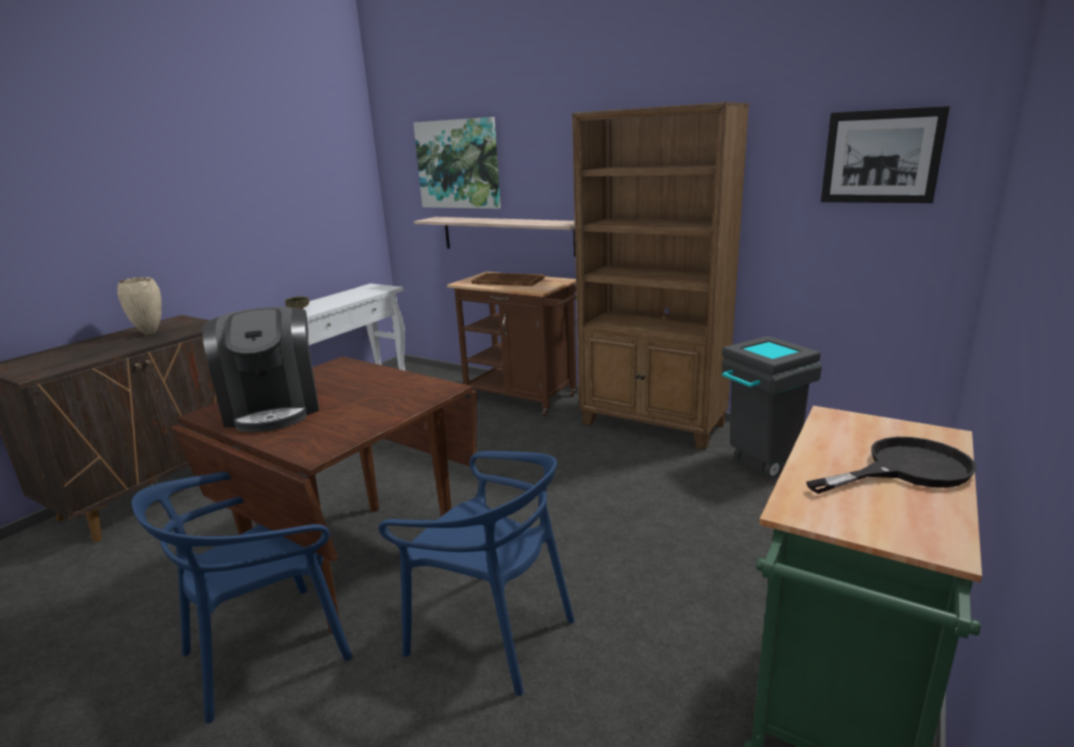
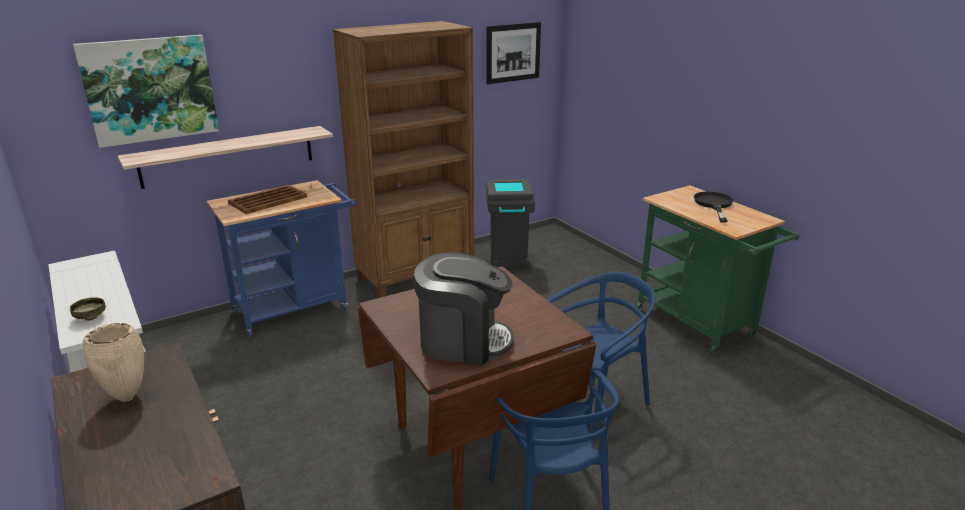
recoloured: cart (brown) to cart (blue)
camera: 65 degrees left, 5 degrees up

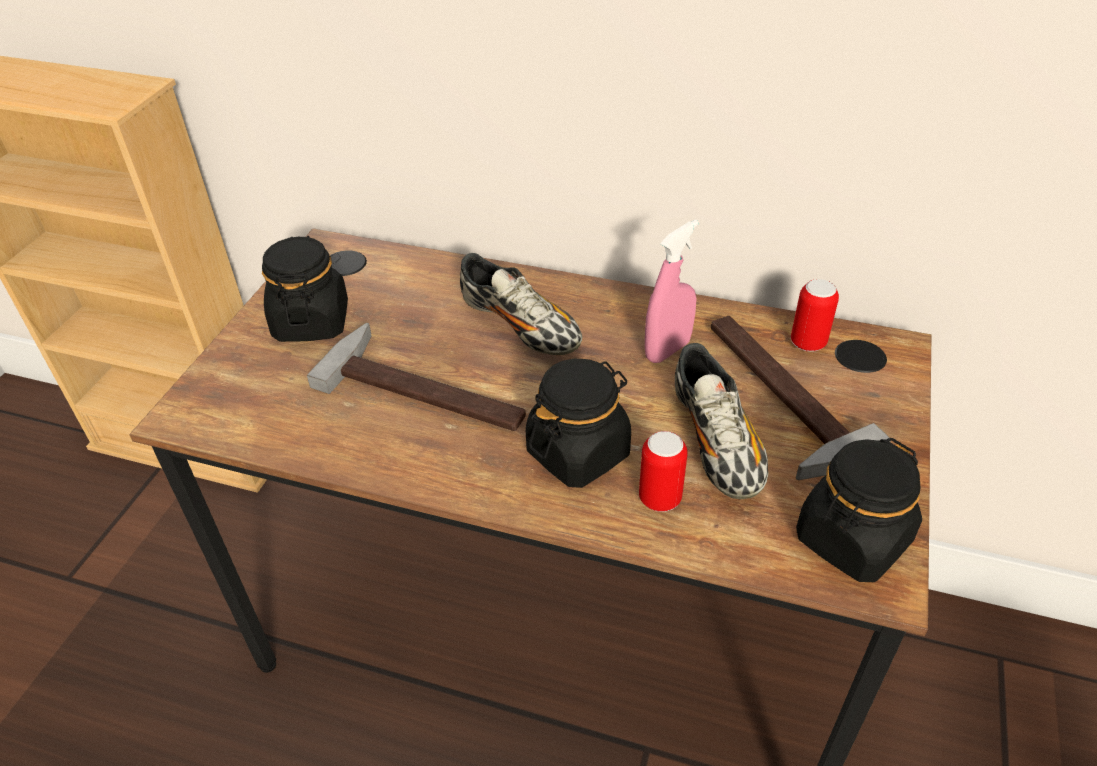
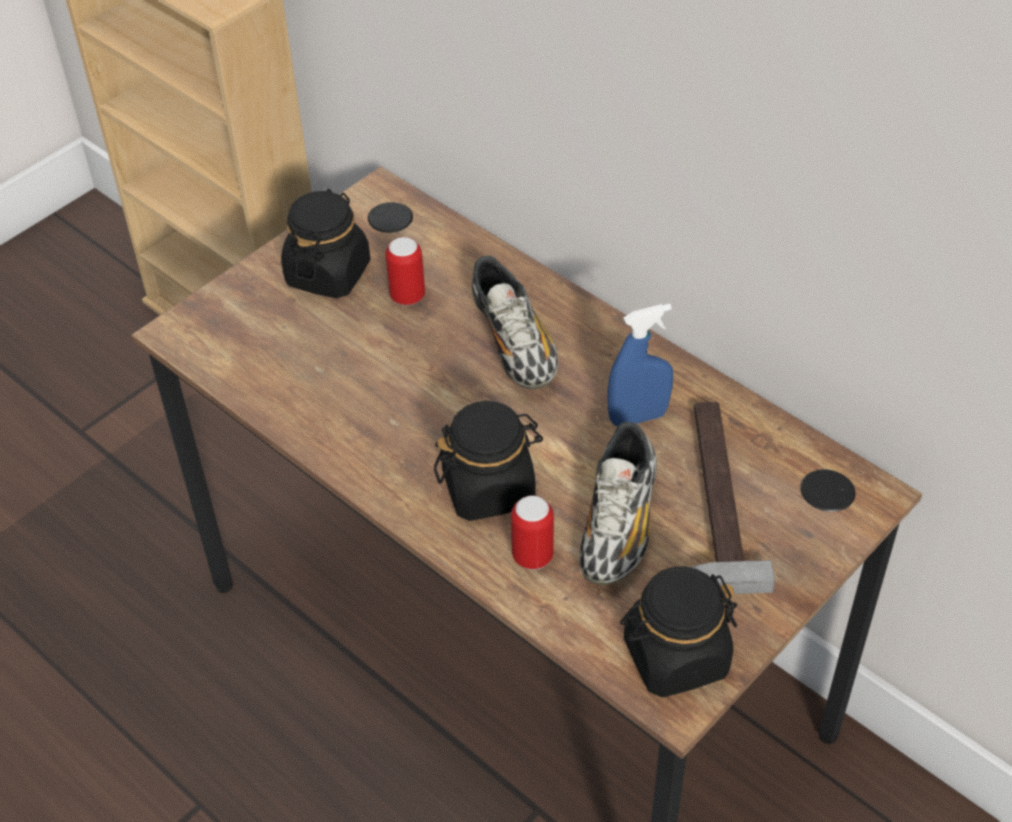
removed: hammer (1st from left)
moved: can (2nd from left in the first image) to can (1st from left)
recoloured: spray bottle (pink) to spray bottle (blue)
camera: 25 degrees right, 5 degrees up

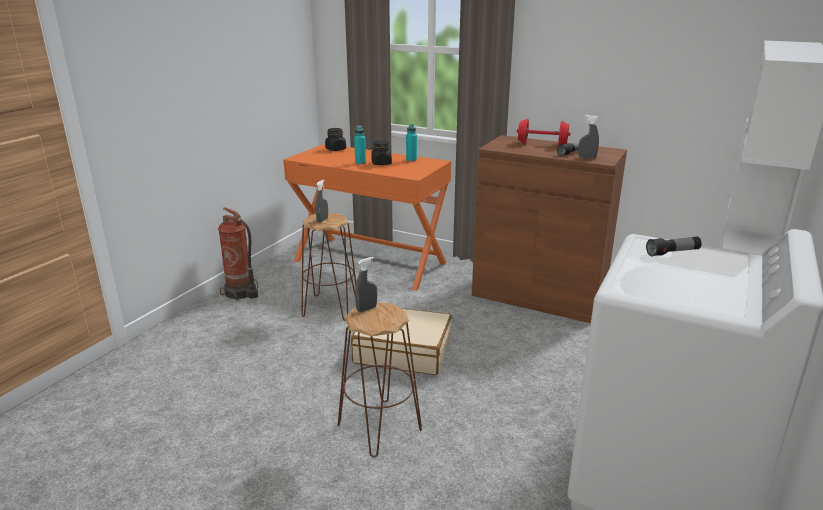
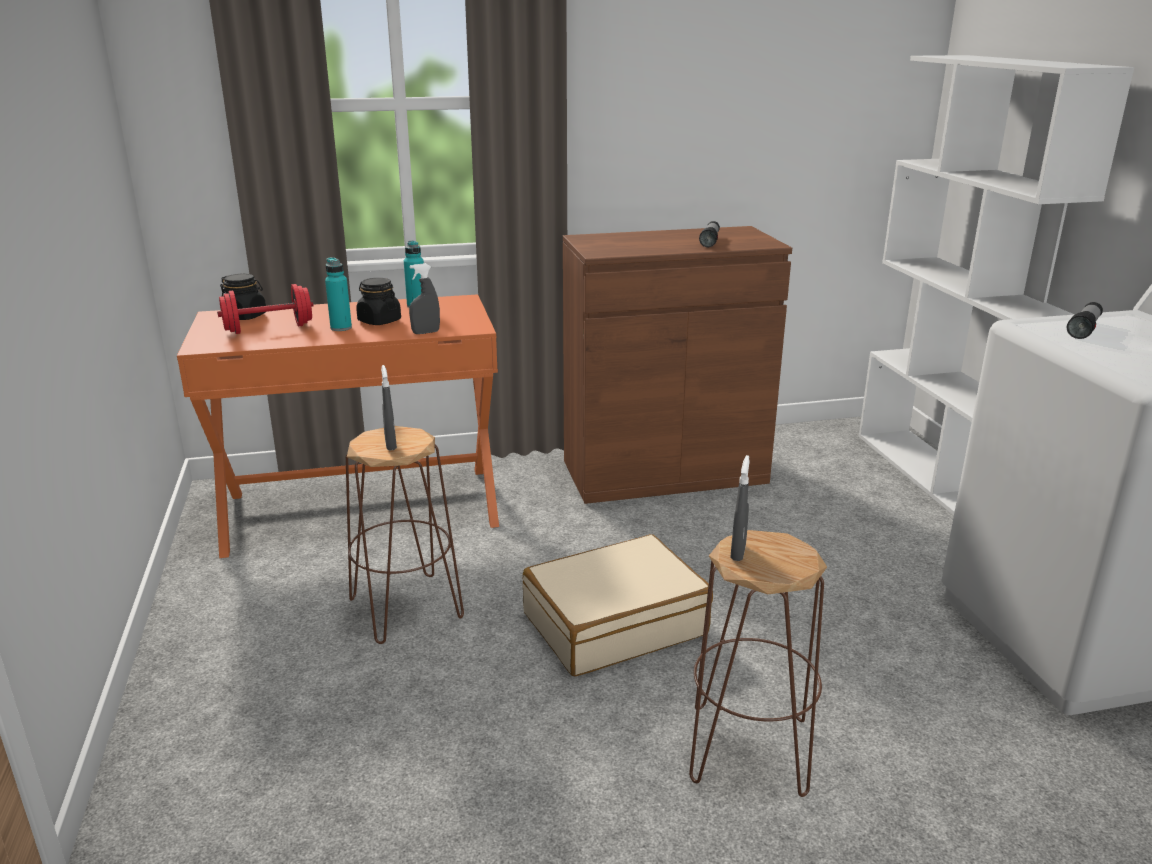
removed: fire extinguisher
moved: dumbbell (red); spray bottle (grey) (3rd from left in the first image) to spray bottle (grey) (2nd from left)
camera: 40 degrees left, 0 degrees up

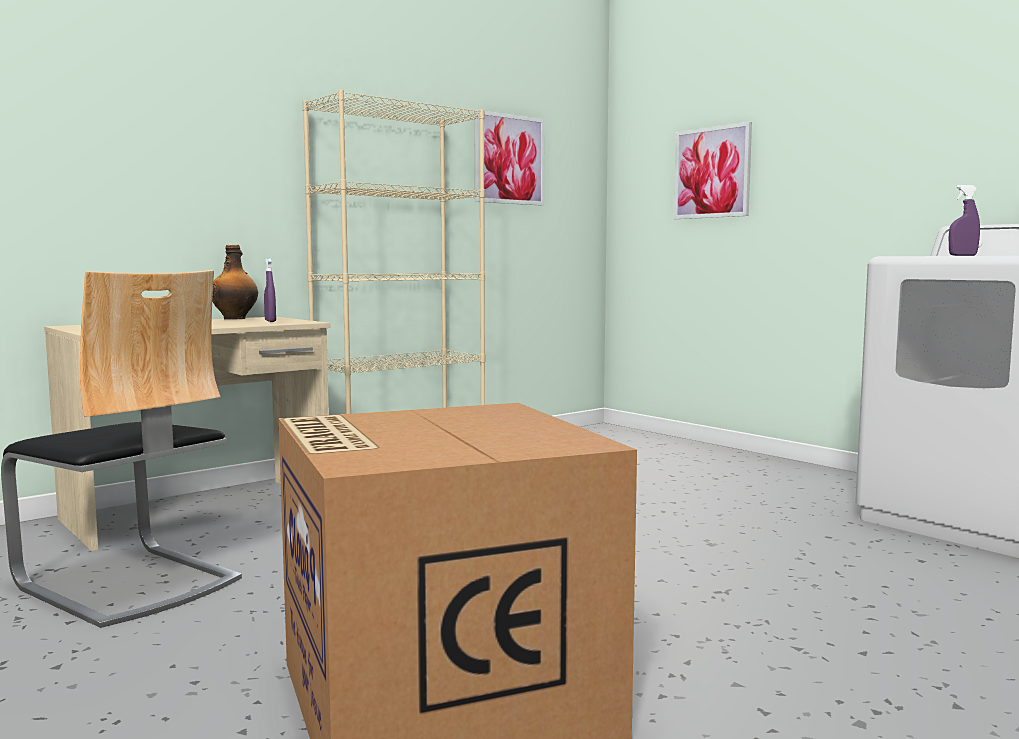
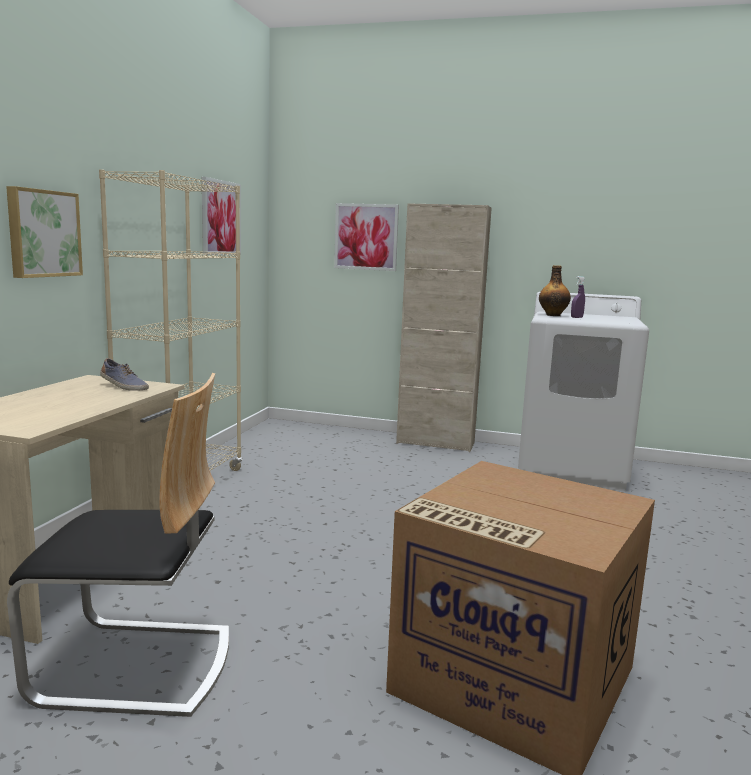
added: picture (1st from left); cabinet (beige)
moved: bottle
replaced: spray bottle (purple) (1st from left) to shoe
camera: 35 degrees left, 5 degrees up

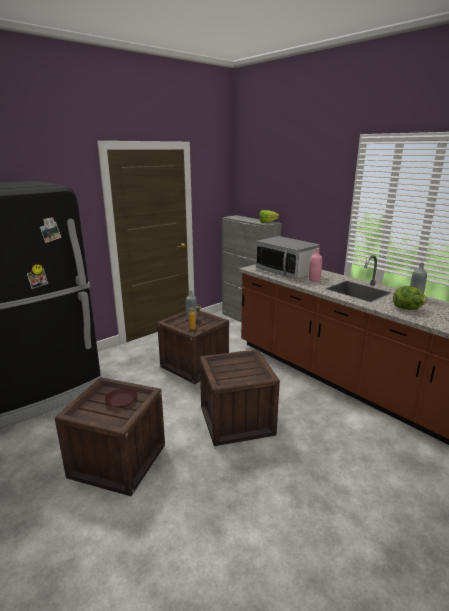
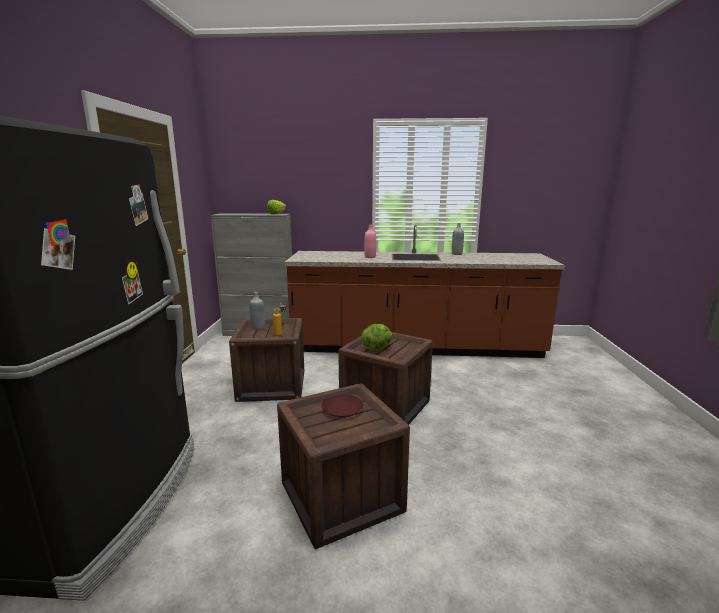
removed: microwave
moved: lettuce (2nd from left)
camera: 45 degrees left, 5 degrees down

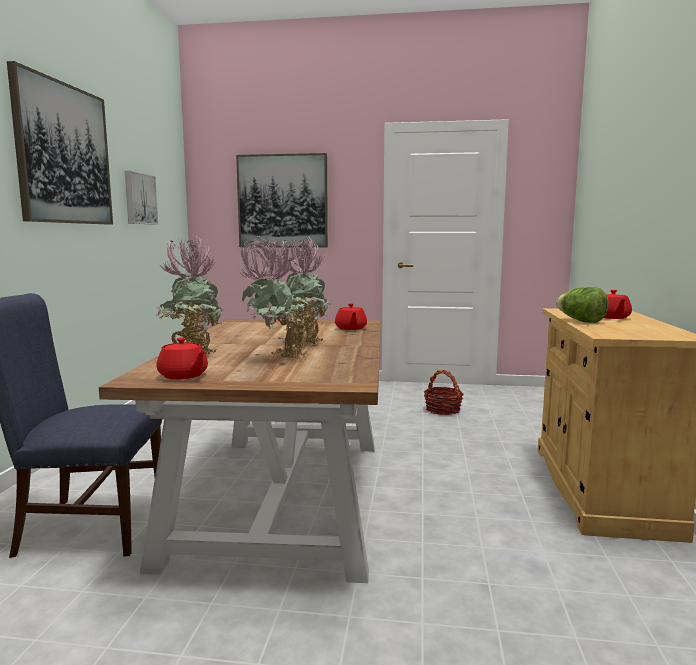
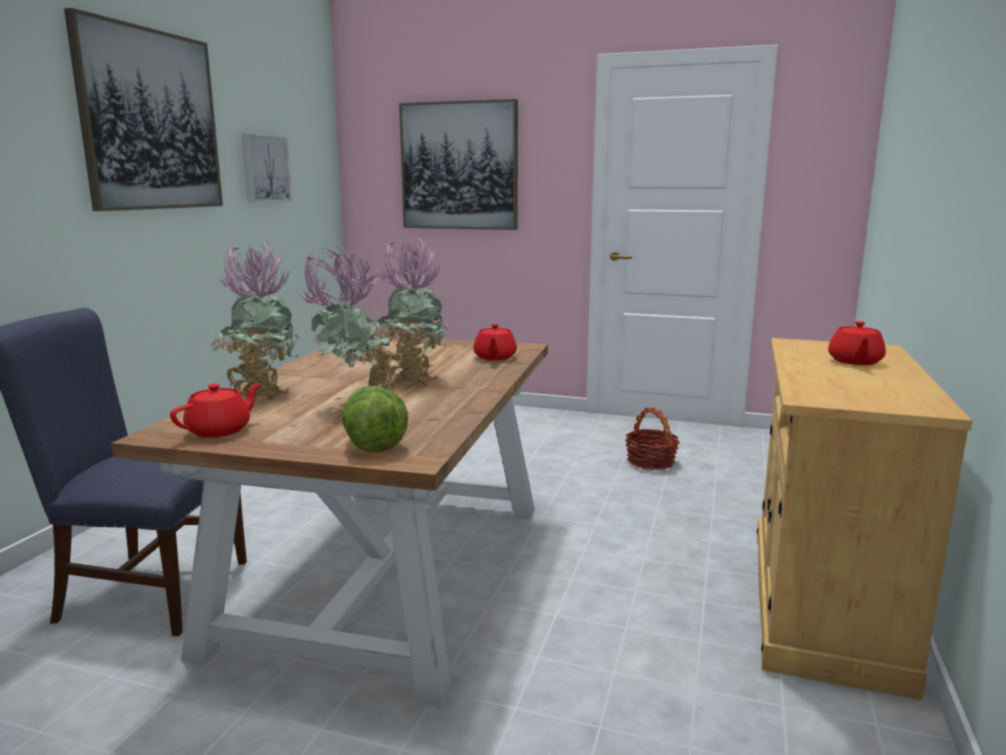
moved: lettuce
turned: teapot (red) (1st from left) 105 degrees counterclockwise
camera: 10 degrees right, 5 degrees up

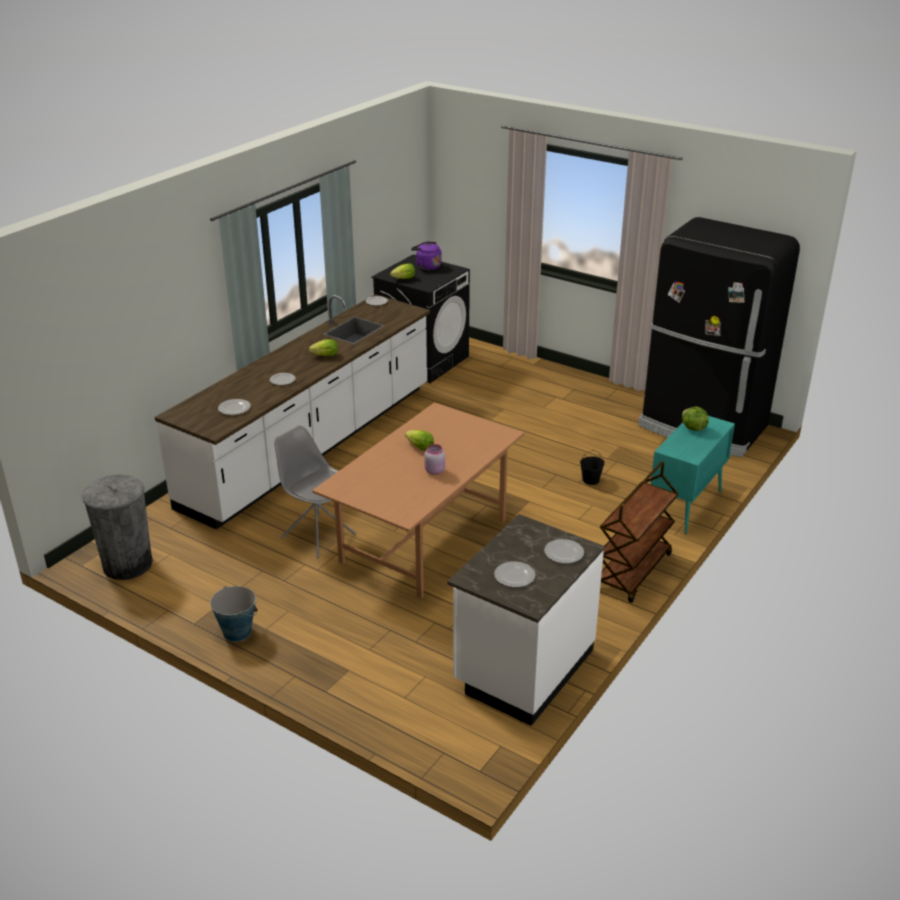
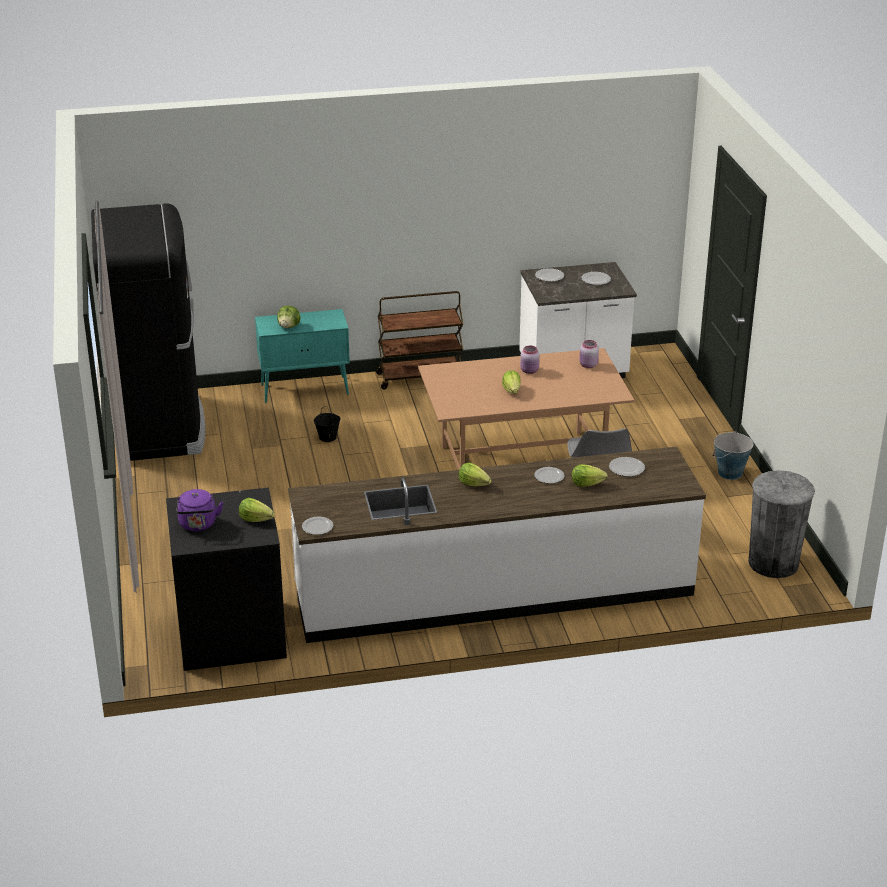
added: lettuce (5th from left); jar (pink) (2nd from left)
camera: 135 degrees left, 0 degrees up

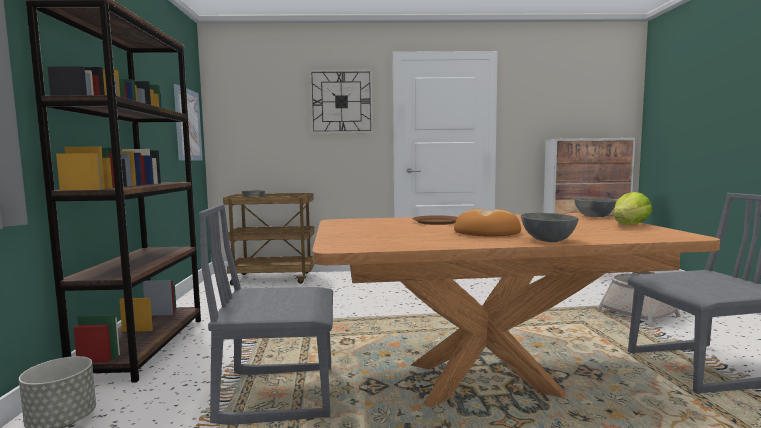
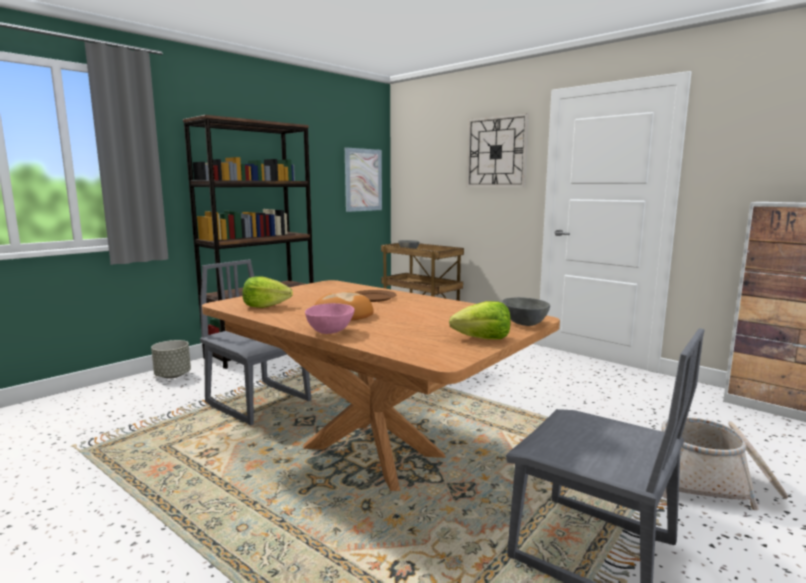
added: lettuce (1st from left)
recoloured: bowl (grey) (2nd from left) to bowl (pink)
camera: 45 degrees right, 5 degrees up

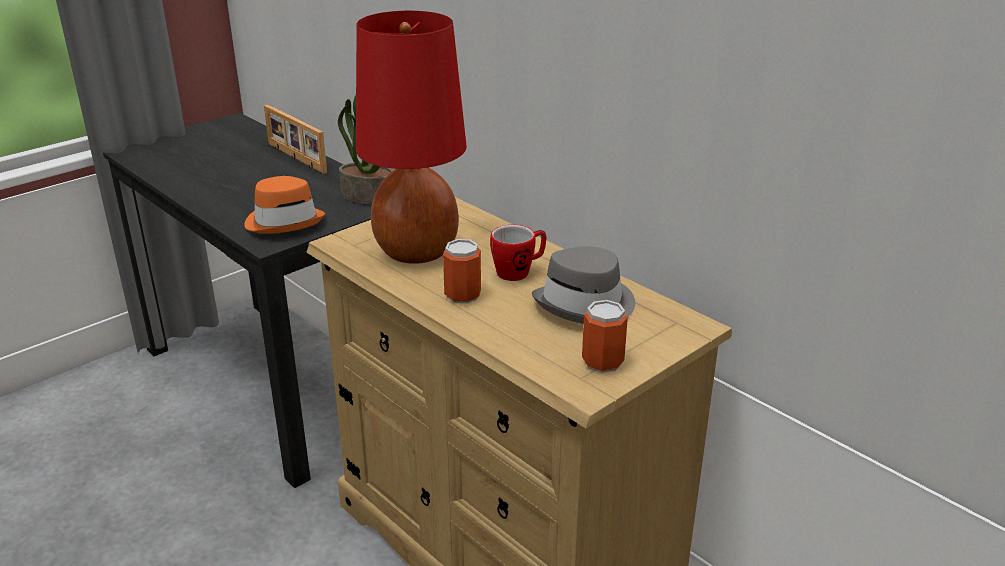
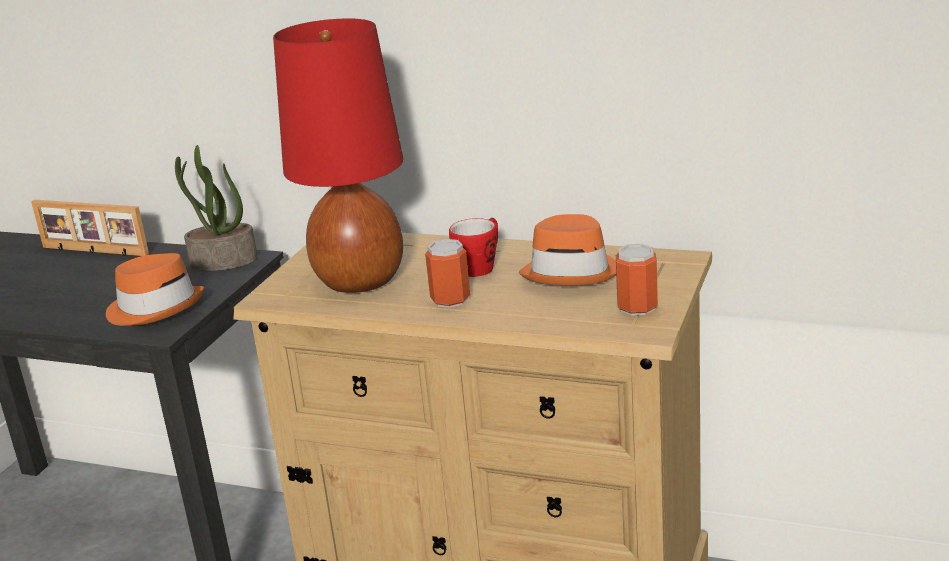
recoloured: hat (grey) to hat (orange) (2nd from left)
camera: 25 degrees left, 5 degrees down

